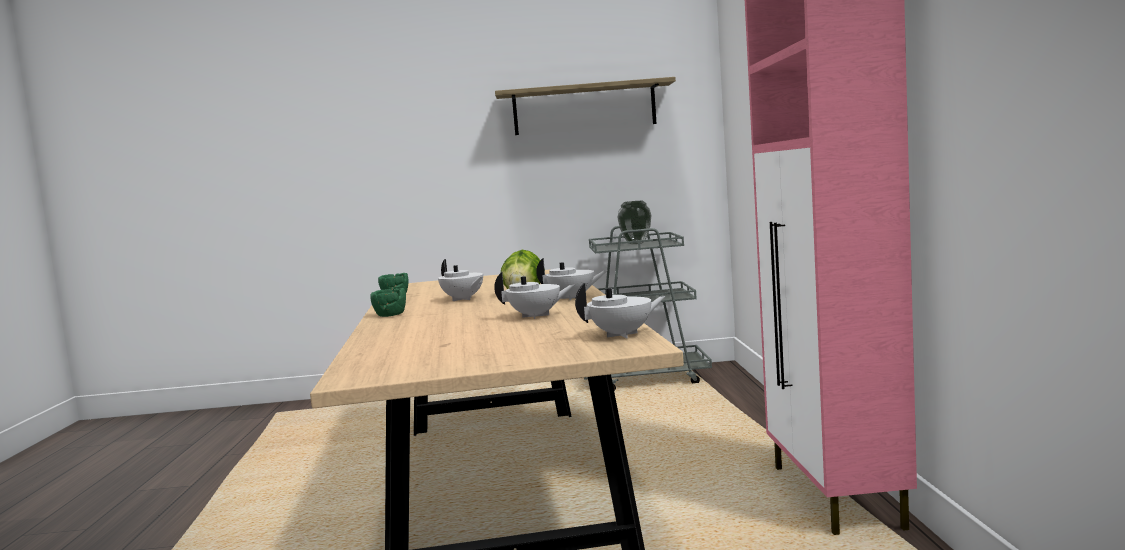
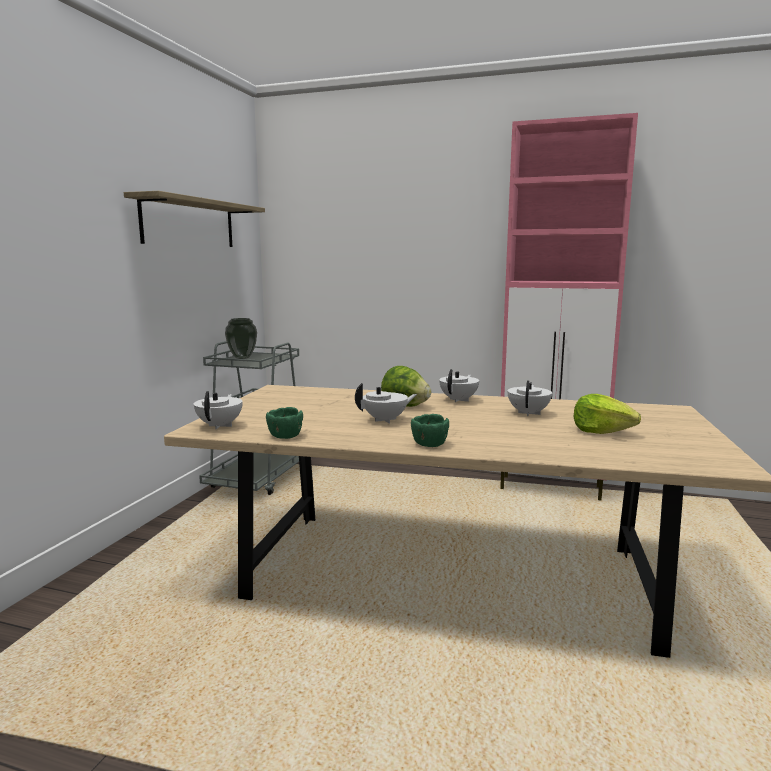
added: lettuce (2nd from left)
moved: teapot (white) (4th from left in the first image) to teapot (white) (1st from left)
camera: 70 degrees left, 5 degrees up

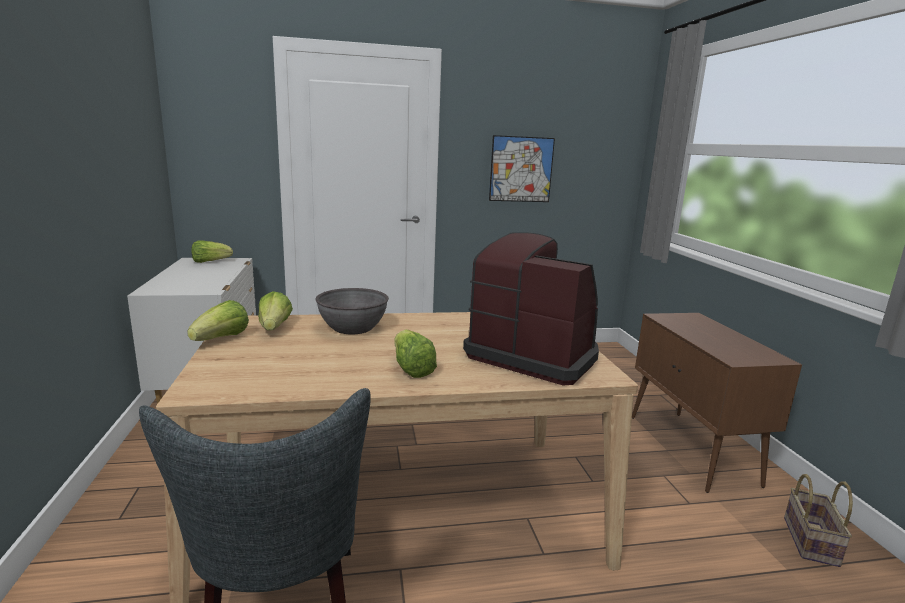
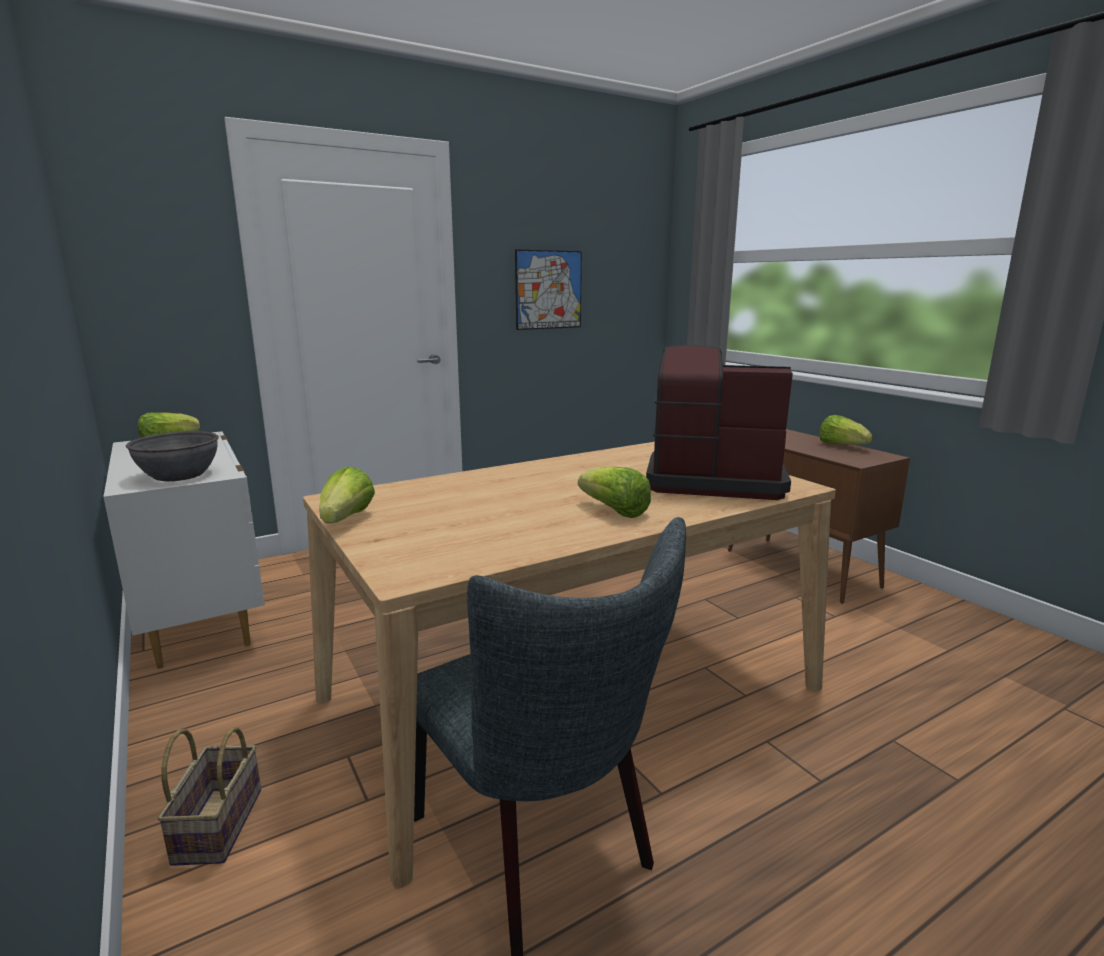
moved: bowl (grey); basket; lettuce (3rd from left in the first image) to lettuce (4th from left)
camera: 20 degrees left, 0 degrees up

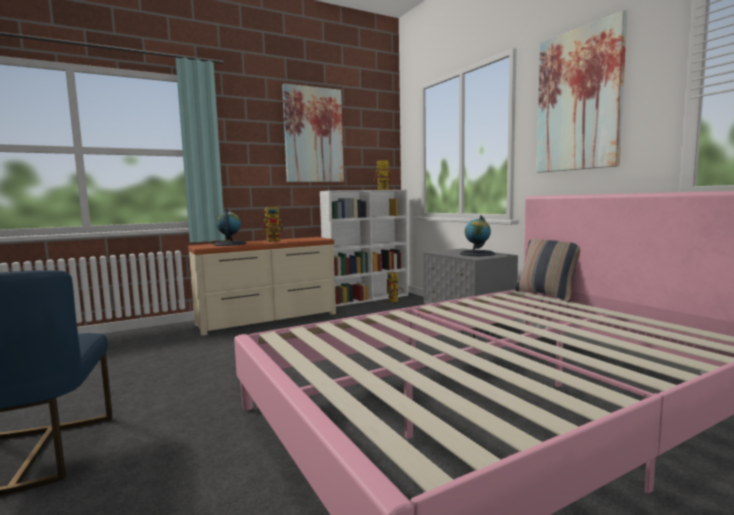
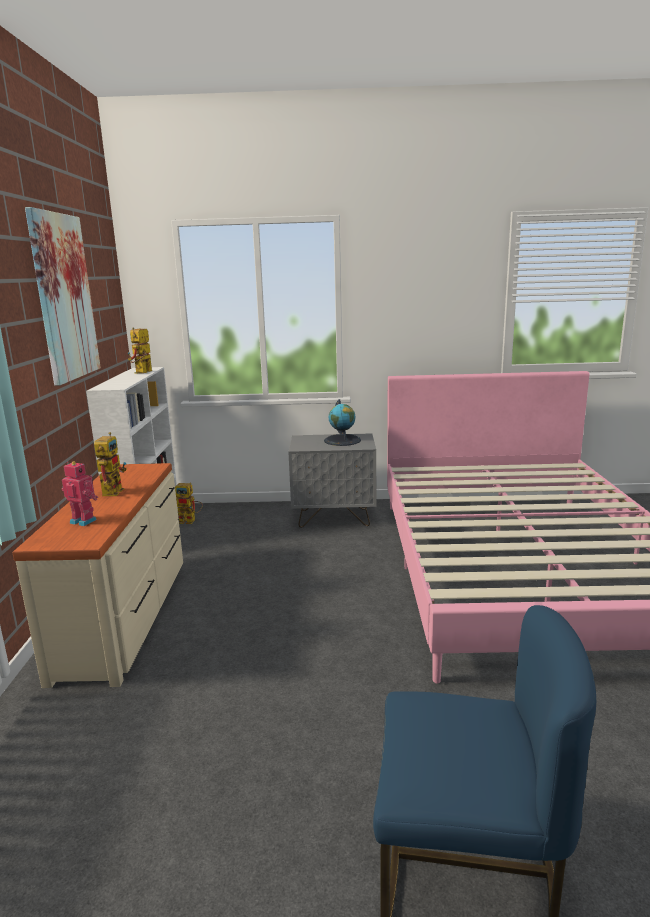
removed: pillow; picture (2nd from left)
replaced: globe (1st from left) to toy robot (1st from left)
camera: 60 degrees left, 10 degrees up

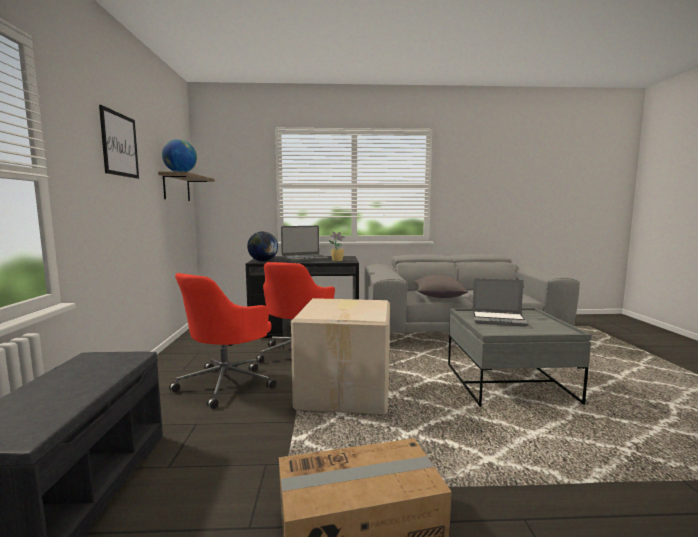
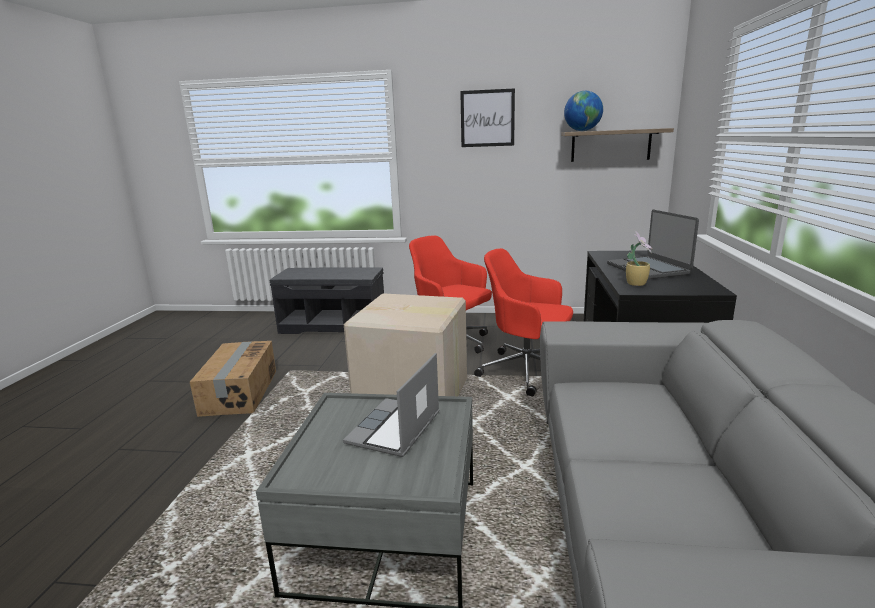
removed: globe (2nd from left); pillow (grey)
camera: 100 degrees right, 10 degrees up

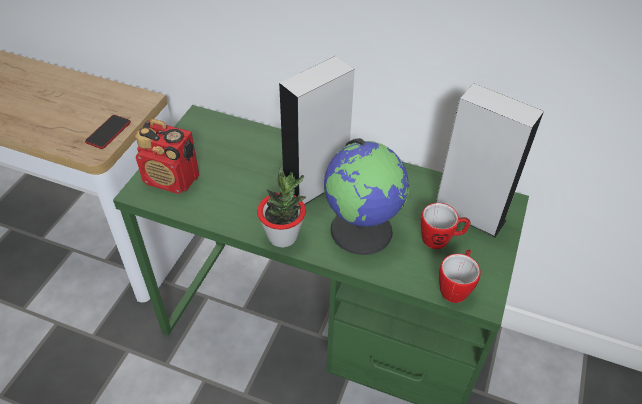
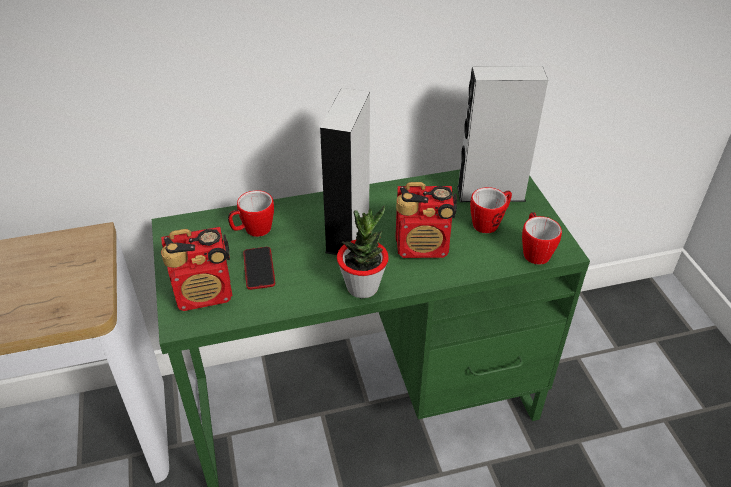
added: mug (1st from left)
moved: phone
replaced: globe to radio (2nd from left)
camera: 35 degrees left, 5 degrees down

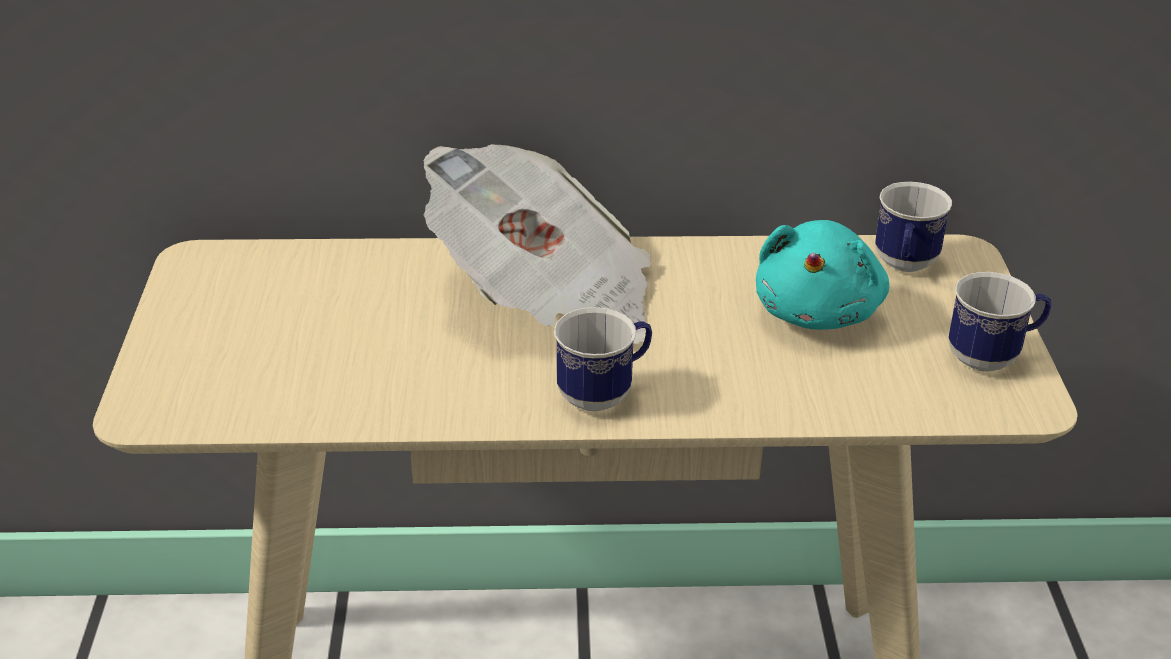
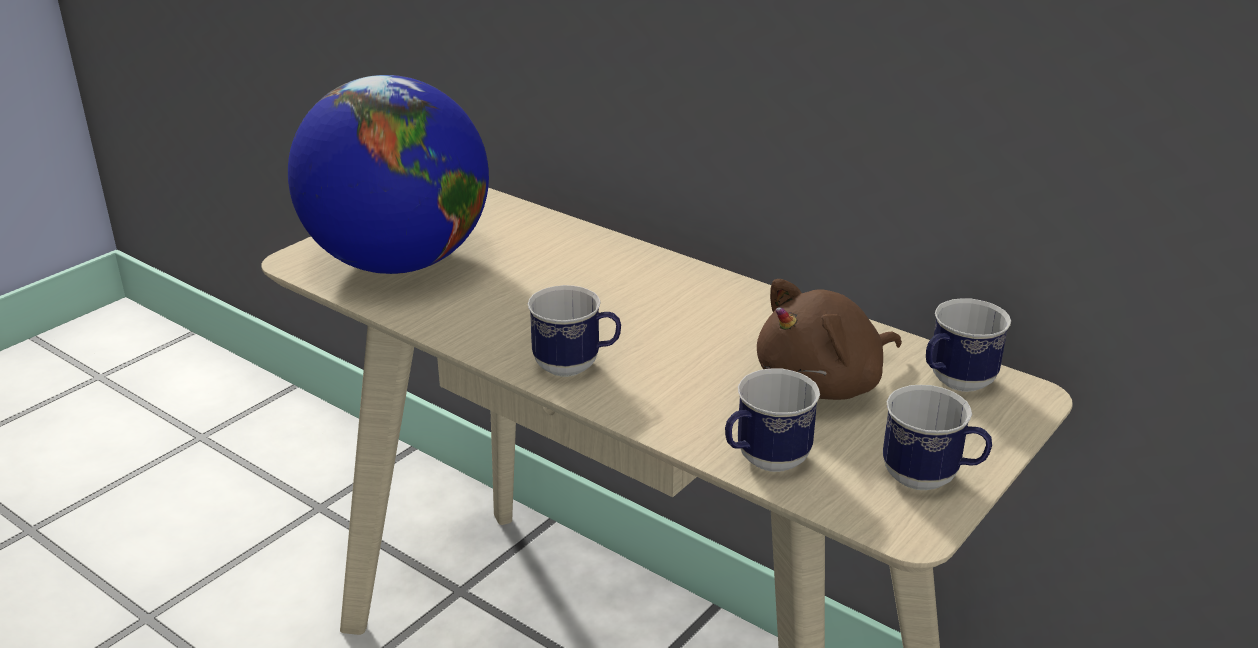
removed: newspaper
added: globe; mug (2nd from left)
recoloured: plush toy (turquoise) to plush toy (brown)
camera: 40 degrees right, 5 degrees down

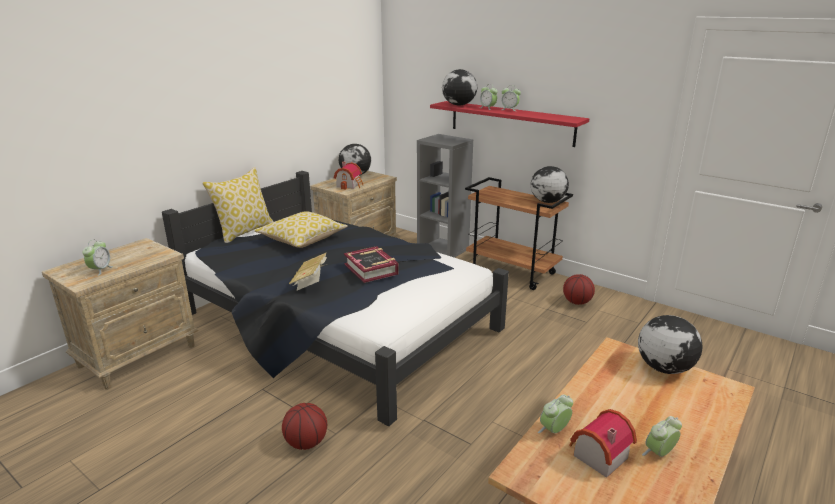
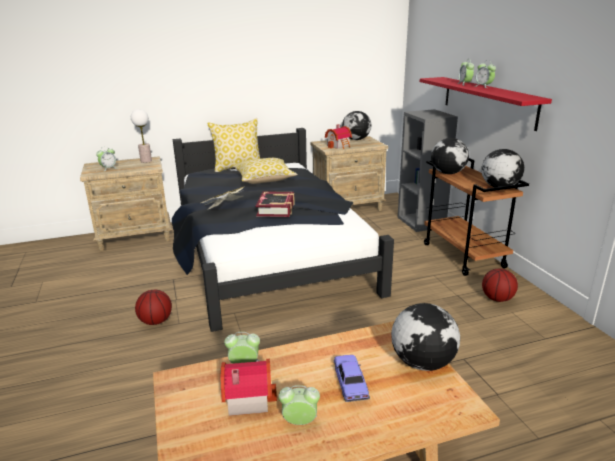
added: table lamp; toy car
moved: globe (2nd from left in the first image) to globe (3rd from left)
camera: 35 degrees right, 0 degrees up

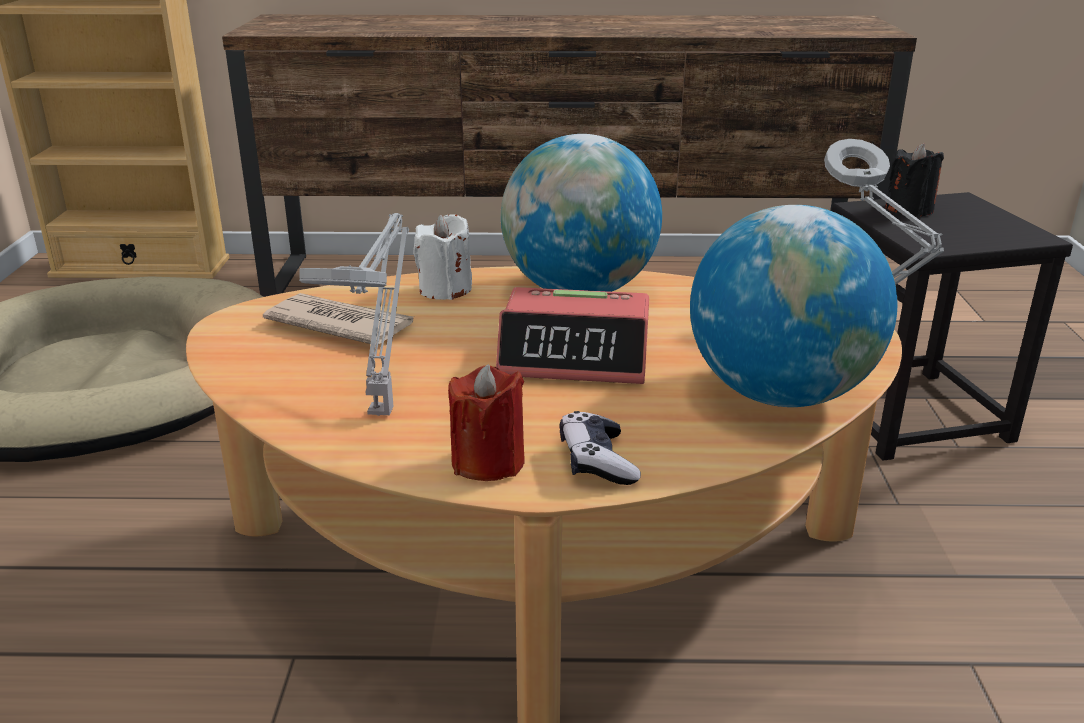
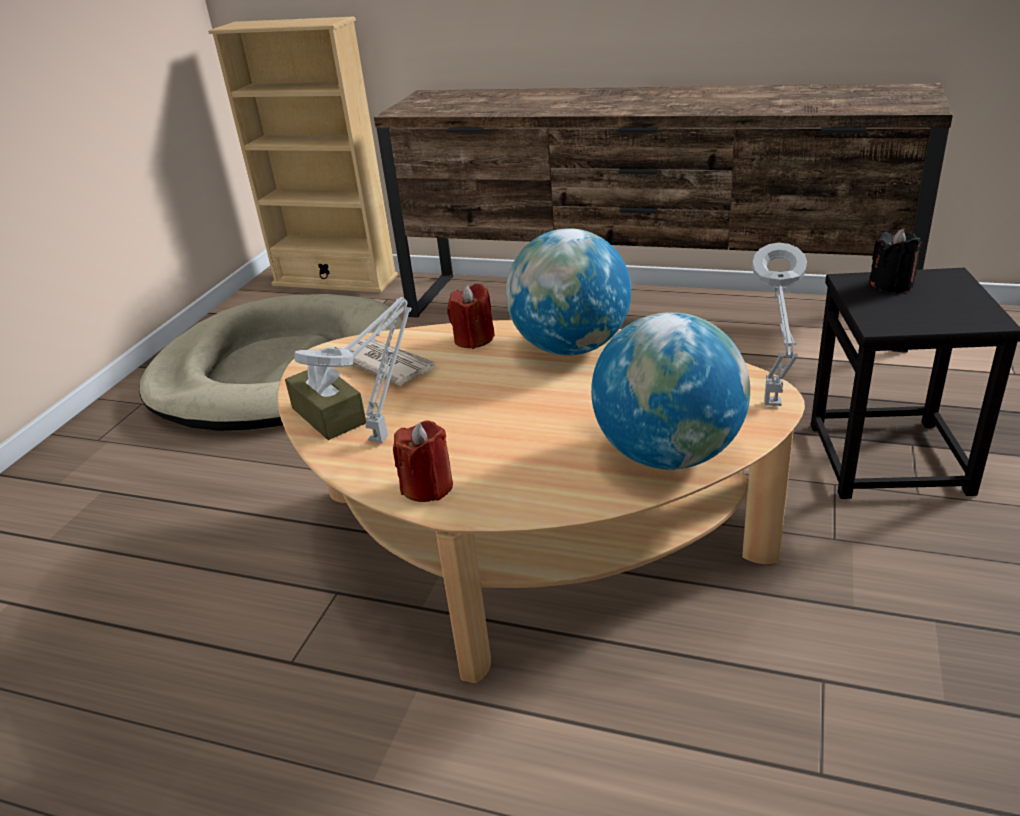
removed: alarm clock; game controller
added: tissue box (brown)
recoloured: candle (white) to candle (red) (2nd from left)
camera: 20 degrees right, 5 degrees up

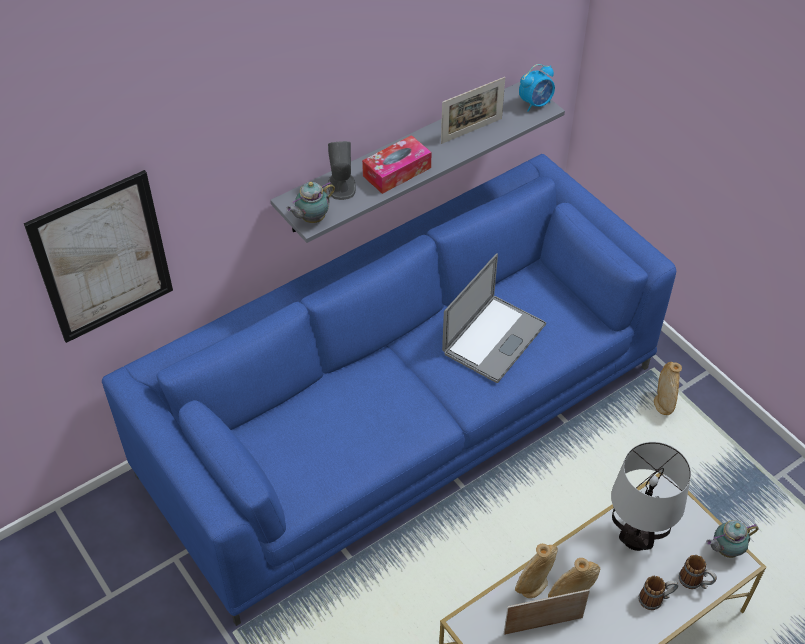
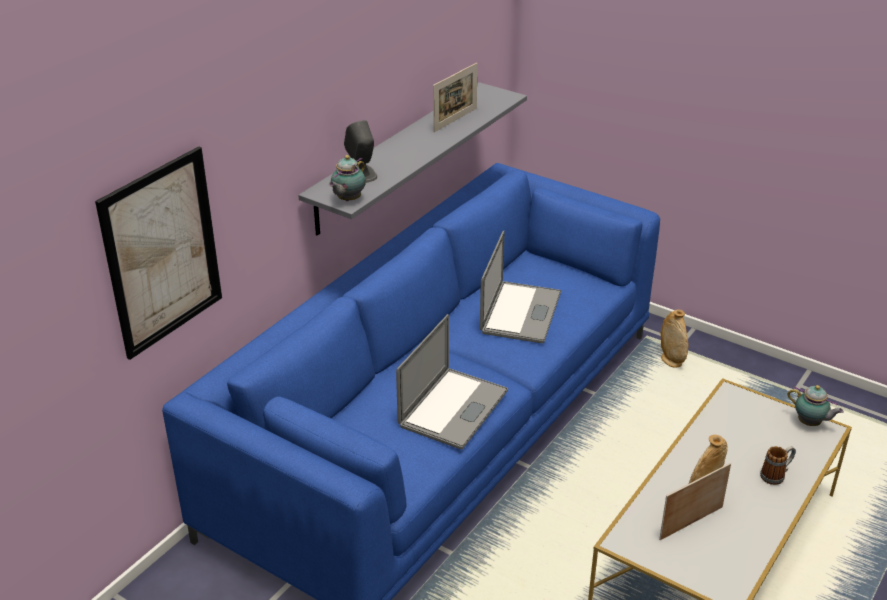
removed: tissue box; vase (beige) (1st from left); alarm clock; table lamp; mug (2nd from left)
added: laptop (1st from left)
turned: teapot (2nd from left) 105 degrees counterclockwise
camera: 20 degrees left, 15 degrees down

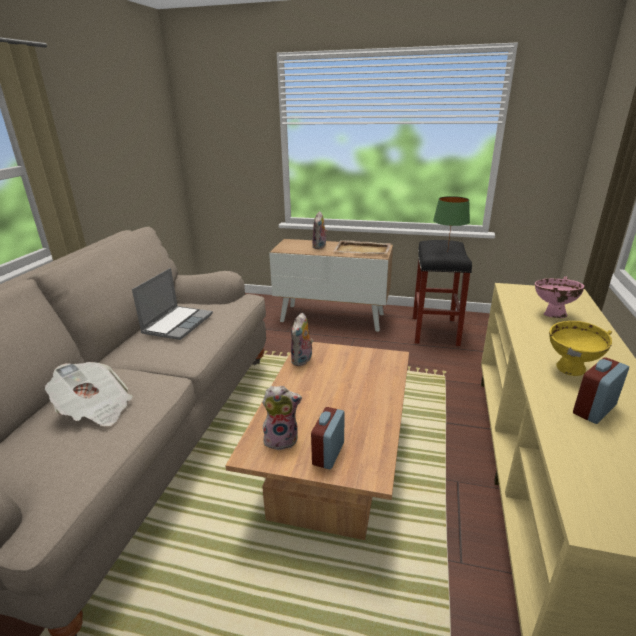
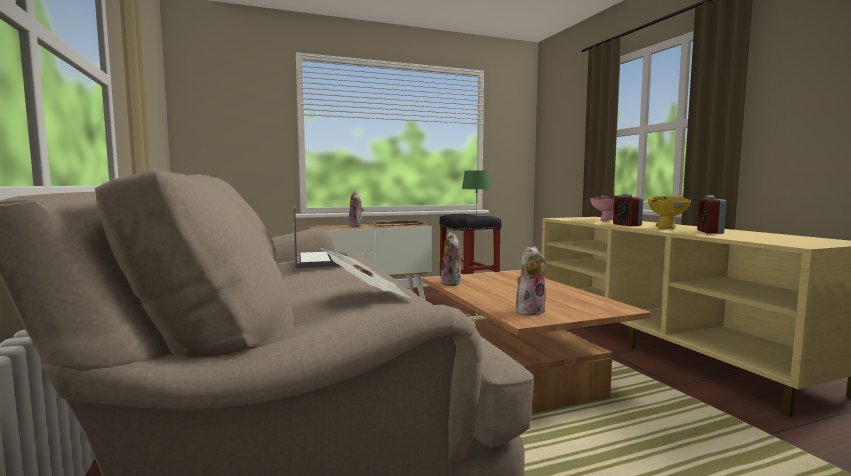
moved: alarm clock (1st from left)
camera: 35 degrees left, 20 degrees down

